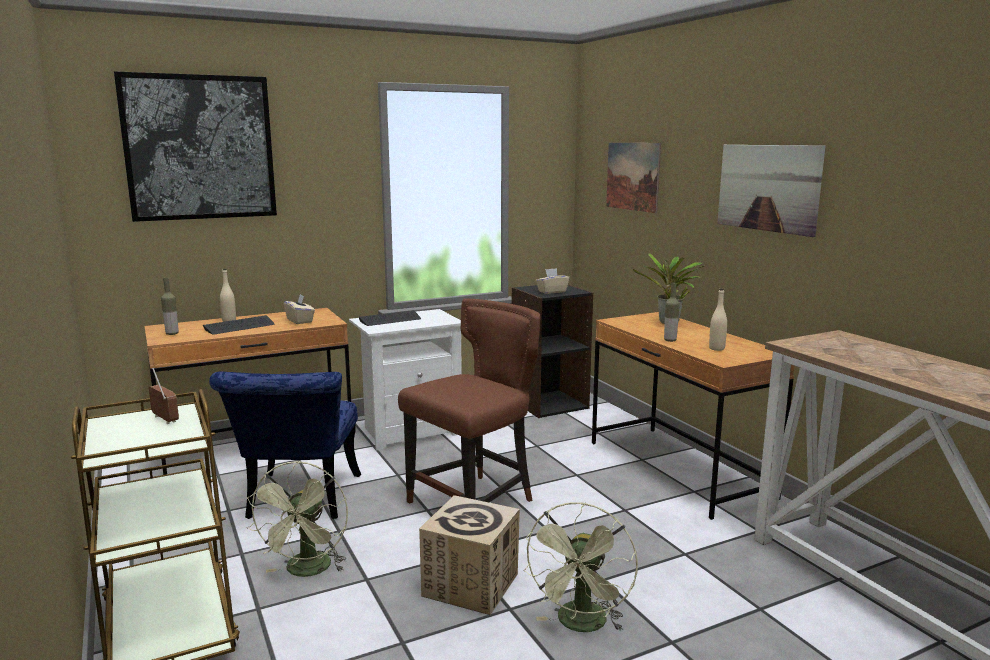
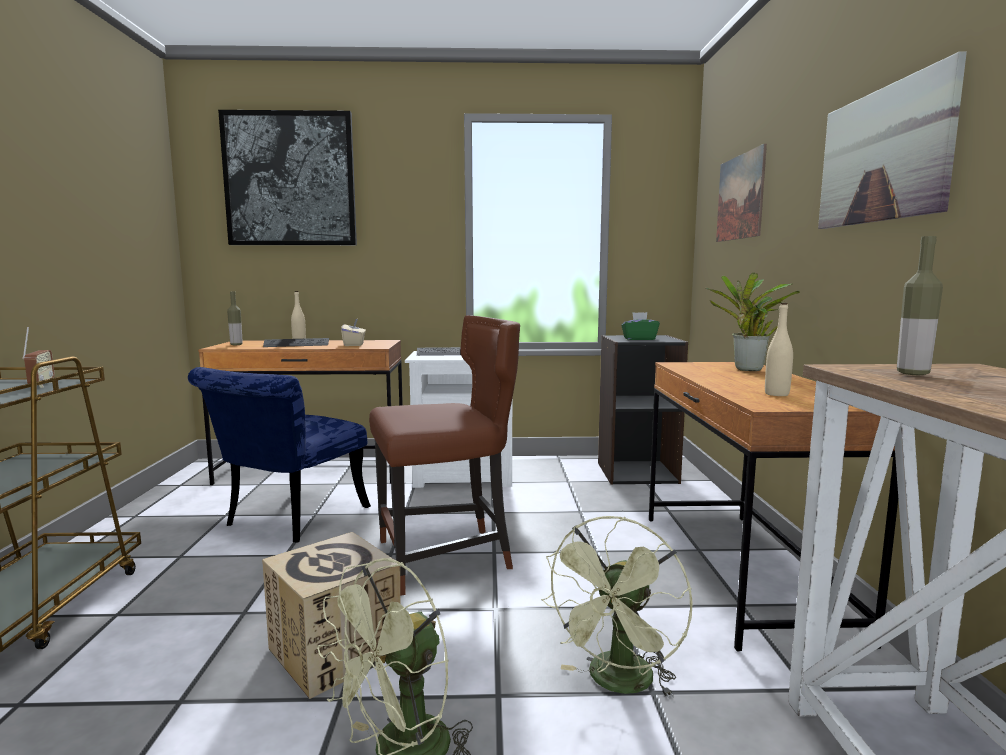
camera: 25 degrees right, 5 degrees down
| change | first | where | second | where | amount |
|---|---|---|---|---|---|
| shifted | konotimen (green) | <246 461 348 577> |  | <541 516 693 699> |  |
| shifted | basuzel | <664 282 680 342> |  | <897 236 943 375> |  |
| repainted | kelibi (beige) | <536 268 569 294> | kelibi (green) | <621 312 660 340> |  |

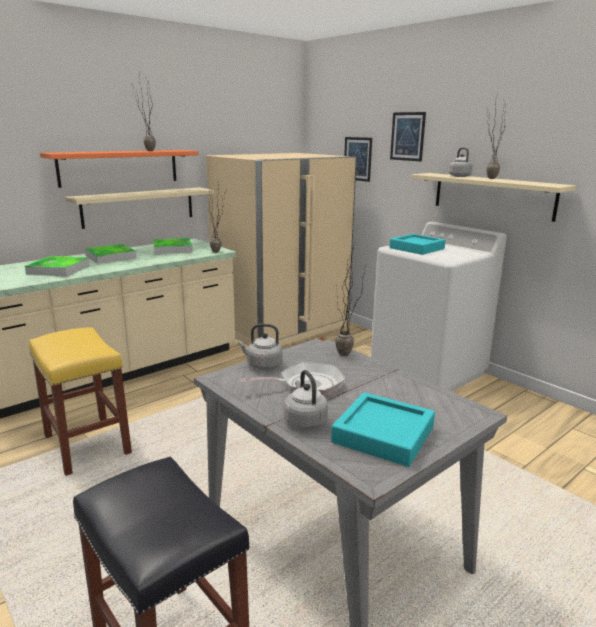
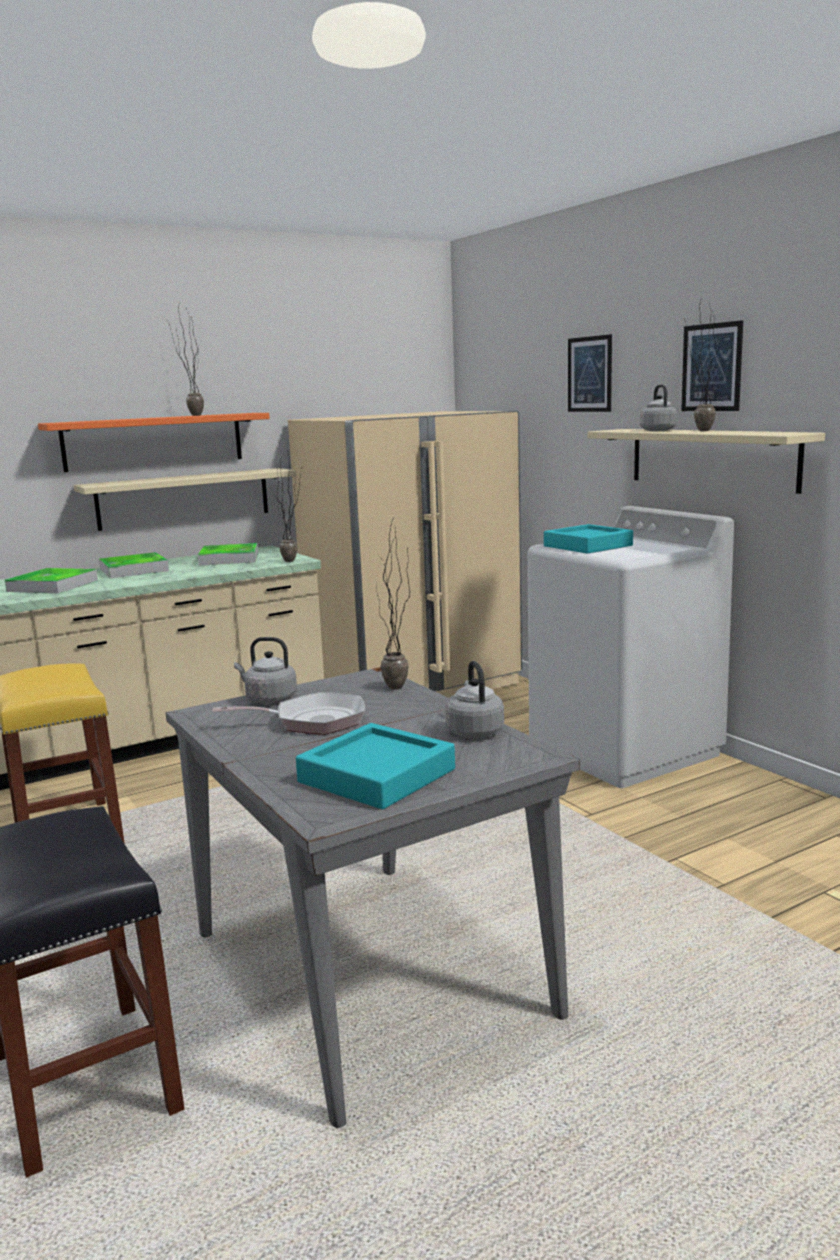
camera: 10 degrees right, 5 degrees down
| change | first | where | second | where | amount |
|---|---|---|---|---|---|
| shifted | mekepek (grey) | <284 370 328 430> |  | <445 661 504 738> |  |
| shifted | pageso | <344 137 372 182> |  | <681 320 743 411> |  |

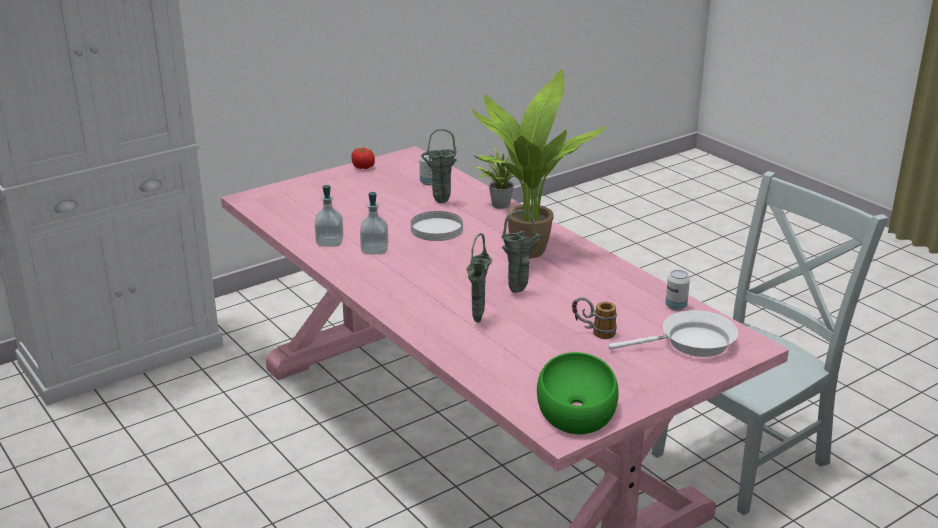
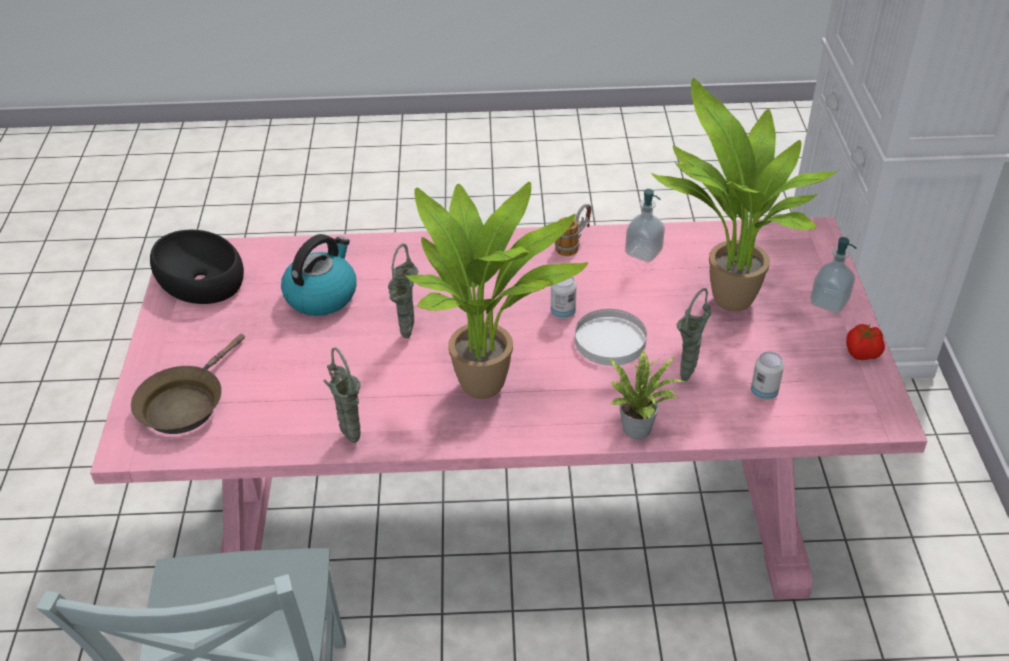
camera: 125 degrees right, 15 degrees up
| change | first | where | second | where | amount |
|---|---|---|---|---|---|
| new |  |  | mekepek | <281 234 357 316> |  |
| new |  |  | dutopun | <651 78 838 311> |  |
| shifted | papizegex | <360 192 388 254> |  | <811 237 857 313> |  |
| shifted | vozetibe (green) | <467 233 492 323> |  | <324 347 361 443> |  |
| shifted | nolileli | <572 297 617 339> |  | <555 204 592 256> |  |
| shifted | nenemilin | <665 270 690 311> |  | <551 277 577 319> |  |
| repainted | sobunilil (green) | <537 352 619 434> | sobunilil (black) | <150 230 244 304> |  |
| repainted | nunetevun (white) | <608 310 738 357> | nunetevun (brown) | <131 334 245 434> |  |

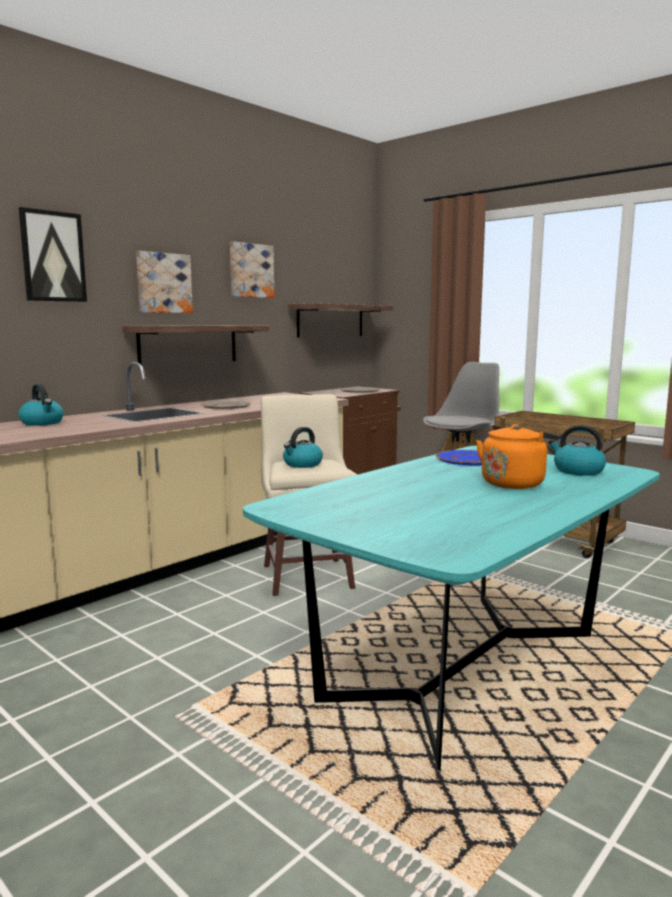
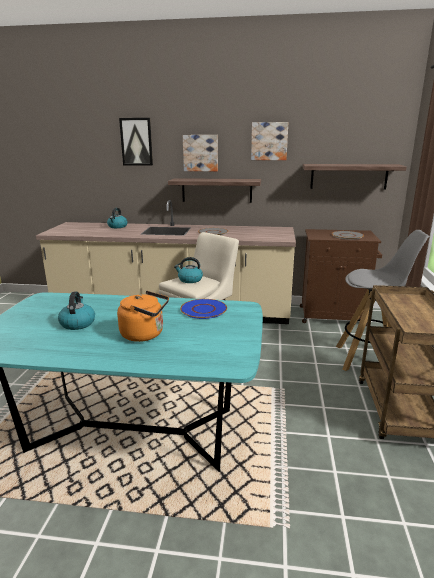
camera: 55 degrees right, 10 degrees up
| change | first | where | second | where | amount |
|---|---|---|---|---|---|
| shifted | mekepek | <548 425 606 476> |  | <58 292 95 330> |  |

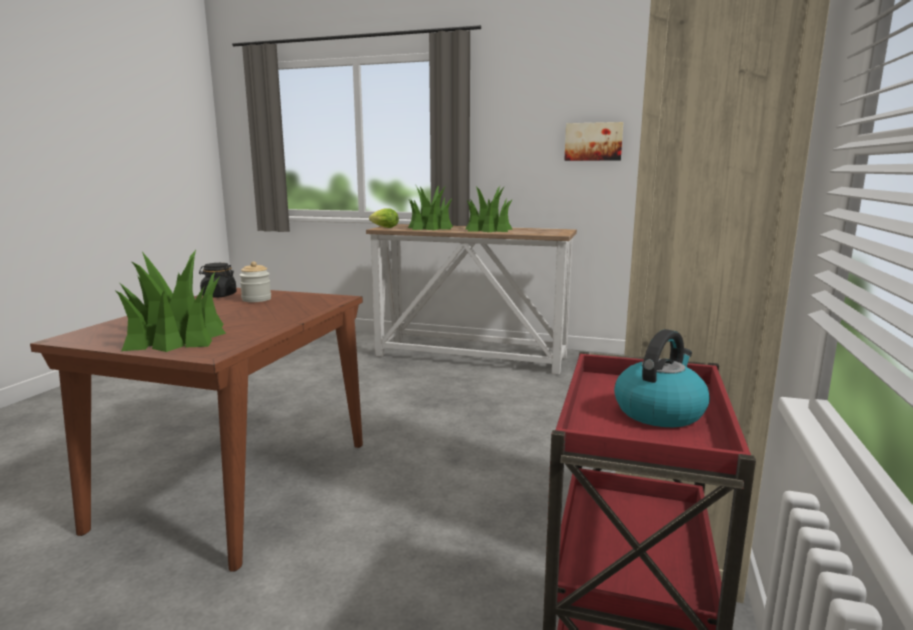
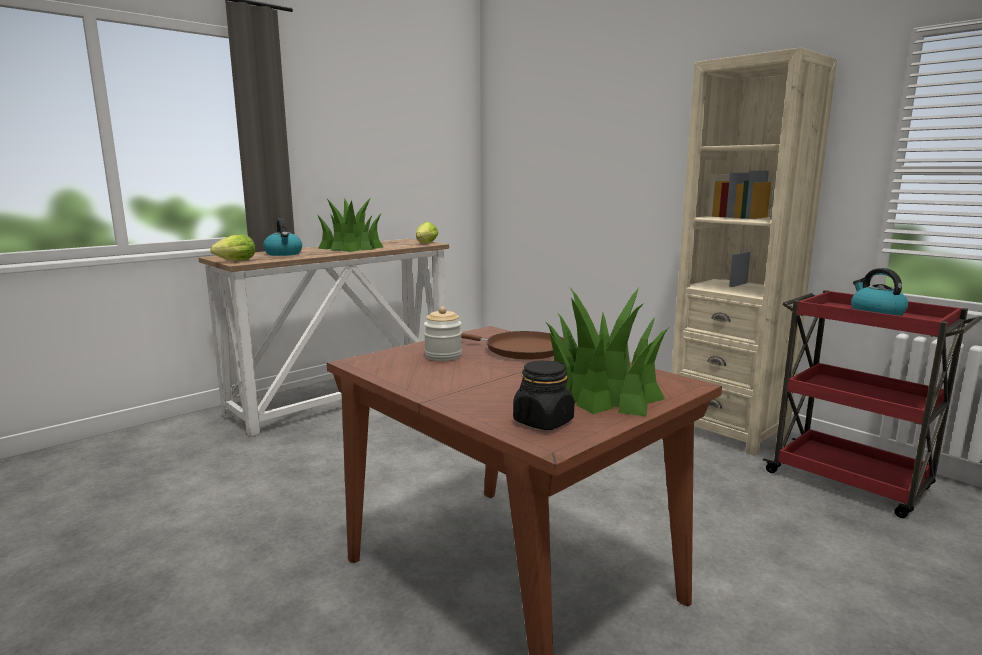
camera: 60 degrees left, 0 degrees up
| change | first | where | second | where | amount |
|---|---|---|---|---|---|
| gone | pageso | <564 122 623 161> |  |  |  |
| new |  |  | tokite | <416 222 438 243> |  |
| new |  |  | nunetevun (brown) | <461 331 564 360> |  |
| shifted | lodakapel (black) | <199 263 237 298> |  | <513 361 574 430> |  |
| swapped | dutopun | <408 185 453 230> | mekepek | <263 218 302 256> |  |

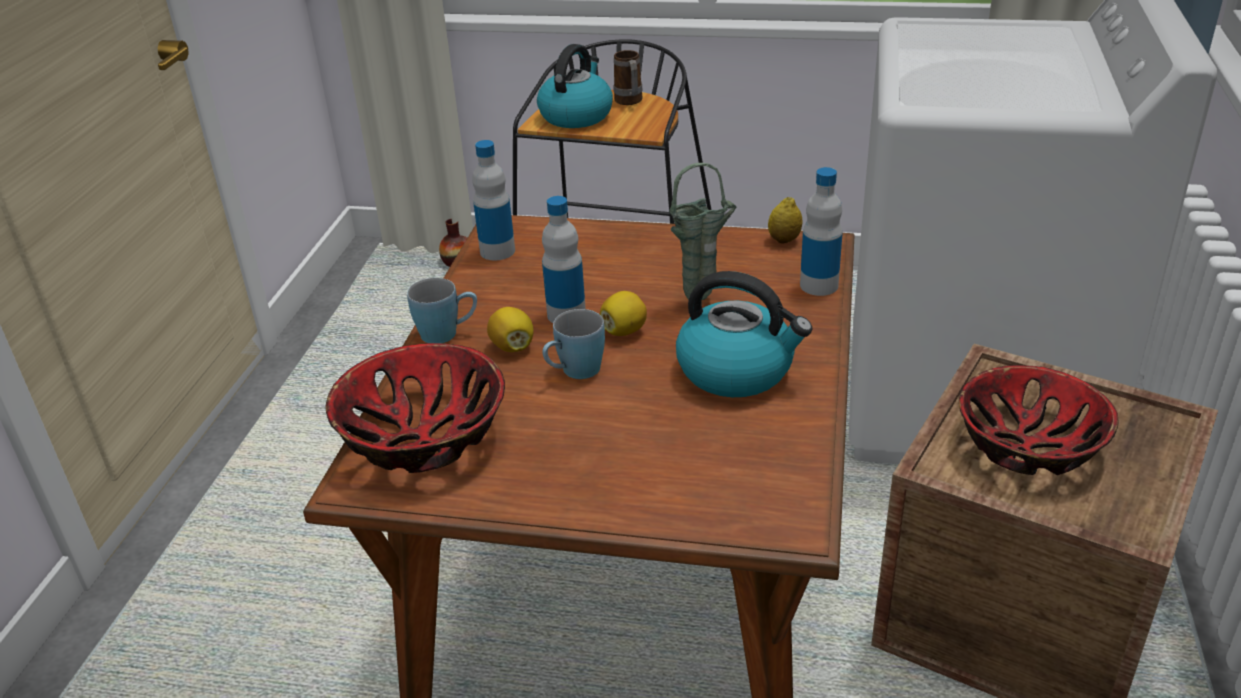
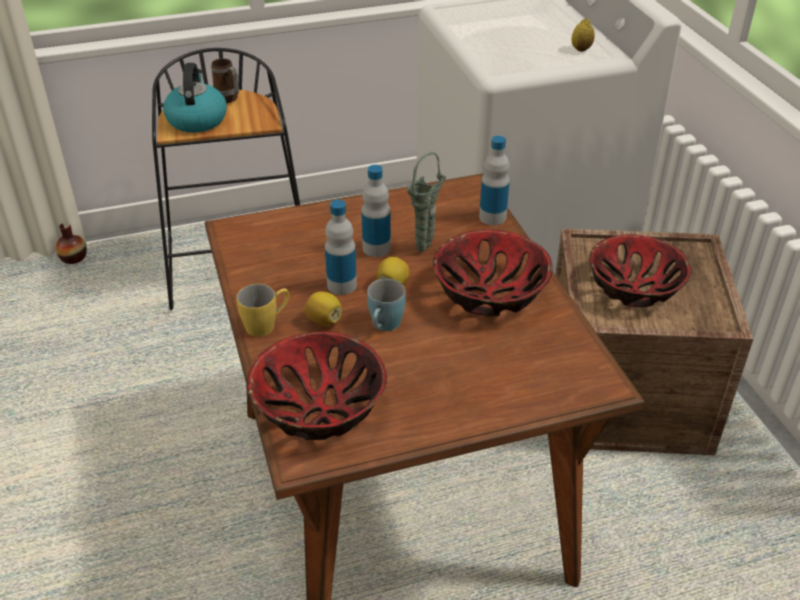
camera: 30 degrees left, 5 degrees up
| change | first | where | second | where | amount |
|---|---|---|---|---|---|
| shifted | basuzel | <472 140 515 260> |  | <361 165 391 257> |  |
| shifted | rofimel | <768 197 802 244> |  | <572 18 595 52> |  |
| swapped | mekepek | <676 271 812 397> | sobunilil | <433 229 553 316> |  |
| repainted | nolileli (blue) | <407 278 477 343> | nolileli (yellow) | <236 284 289 337> |  |

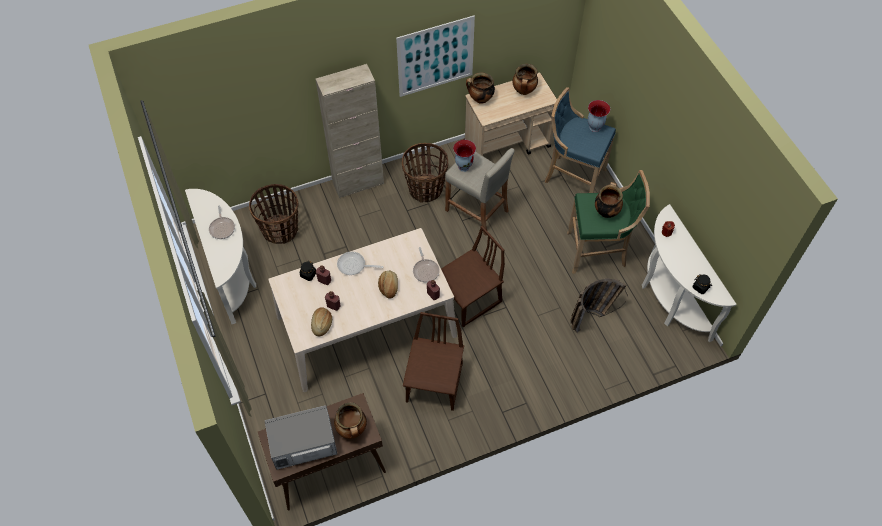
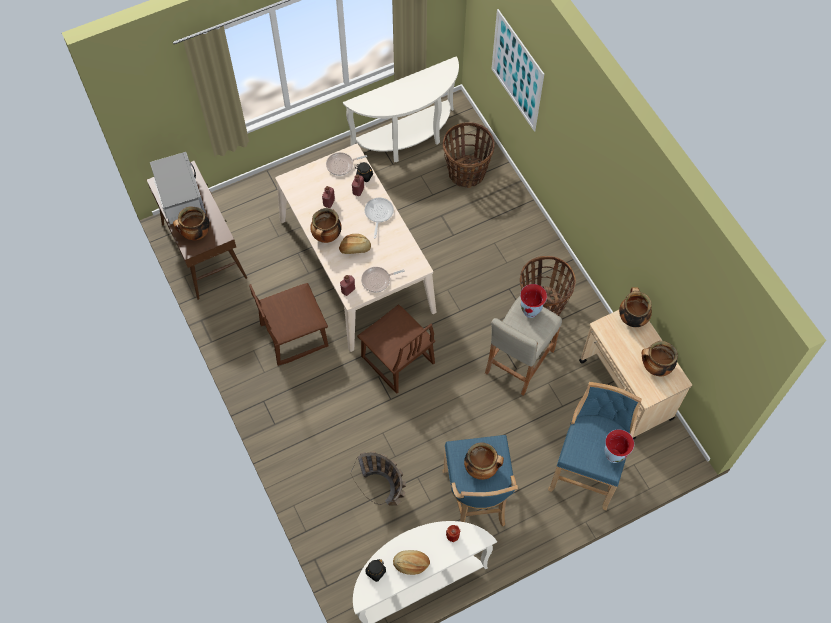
camera: 85 degrees right, 5 degrees up
| change | first | where | second | where | amount |
|---|---|---|---|---|---|
| gone | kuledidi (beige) | <315 64 384 198> |  |  |  |
| new |  |  | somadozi | <310 208 342 243> |  |
| shifted | nunetevun | <209 206 235 239> |  | <326 152 367 176> |  |
| shifted | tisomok | <311 307 332 336> |  | <393 550 430 575> |  |
| shifted | pageso | <396 16 475 97> |  | <492 9 544 132> |  |
| repainted | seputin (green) | <567 170 650 274> | seputin (blue) | <443 435 518 526> |  |
| rotated | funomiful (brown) | <403 312 464 411> |  | <249 283 329 366> | 150 degrees clockwise |

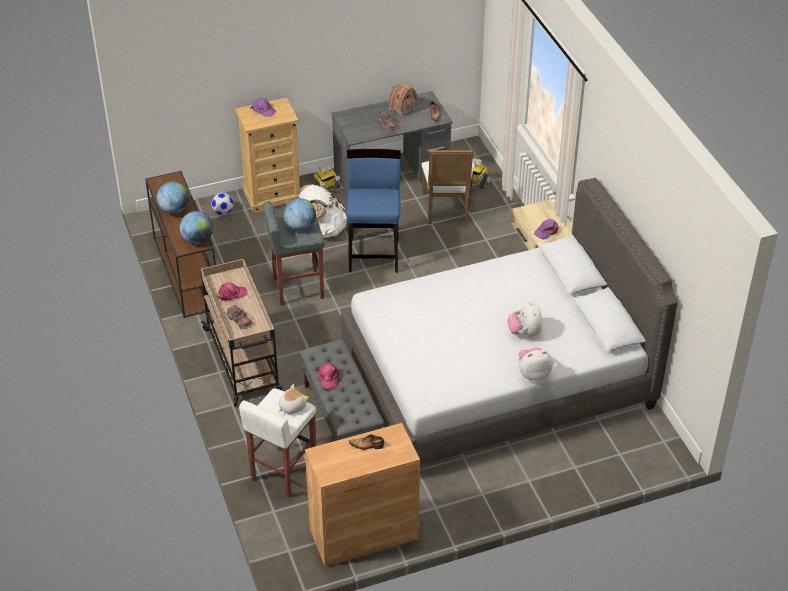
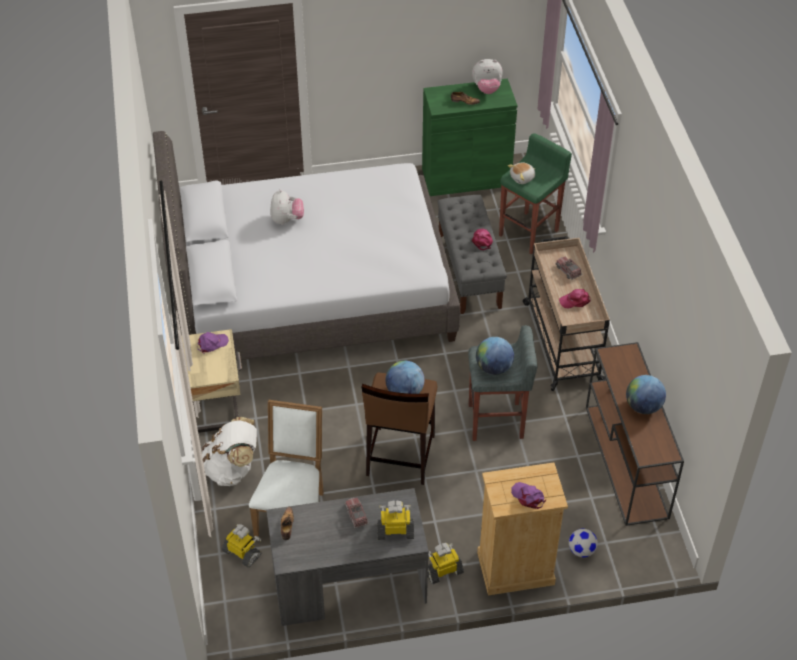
camera: 170 degrees left, 5 degrees up
| change | first | where | second | where | amount |
|---|---|---|---|---|---|
| gone | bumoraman | <388 83 418 117> |  |  |  |
| new |  |  | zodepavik | <377 500 414 540> |  |
| shifted | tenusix | <180 211 213 244> |  | <386 361 424 394> |  |
| shifted | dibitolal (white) | <299 184 347 238> |  | <202 417 257 486> |  |
| shifted | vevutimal | <518 347 553 381> |  | <472 59 502 94> |  |
| repainted | seputin (white) | <239 388 317 498> | seputin (green) | <499 133 572 254> |  |
| repainted | kuledidi (brown) | <305 423 420 567> | kuledidi (green) | <422 78 518 196> |  |
| repainted | seputin (blue) | <346 149 401 273> | seputin (brown) | <362 372 437 485> |  |

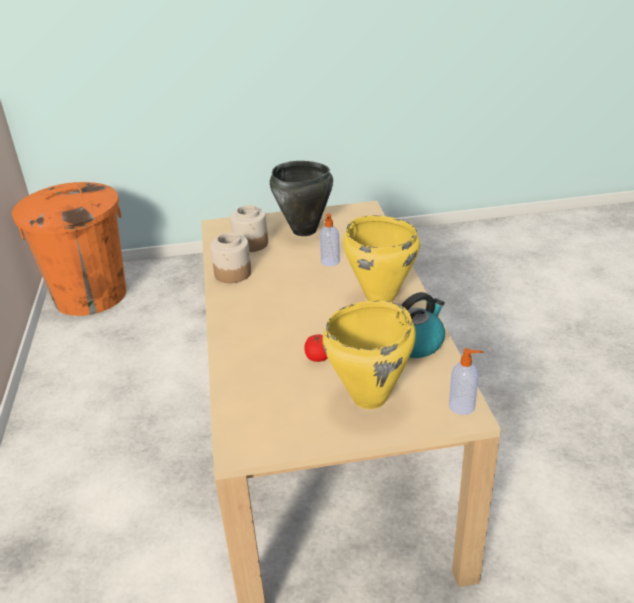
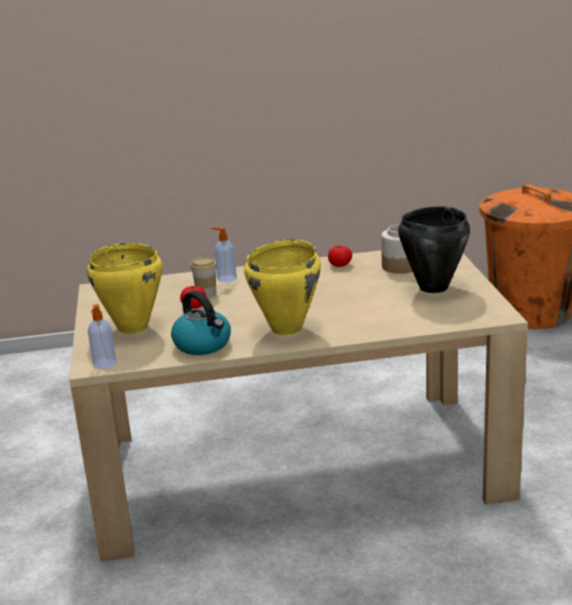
camera: 90 degrees right, 10 degrees down
| change | first | where | second | where | amount |
|---|---|---|---|---|---|
| new |  |  | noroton | <190 257 217 297> |  |
| shifted | papizegex | <320 214 340 266> |  | <211 227 237 282> |  |
| swapped | lodakapel | <210 232 251 283> | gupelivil | <328 245 352 267> |  |

